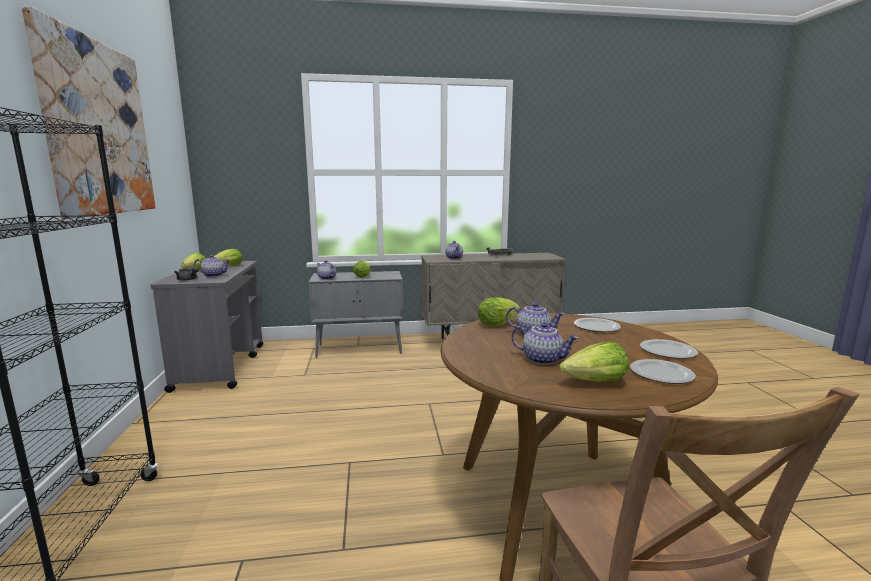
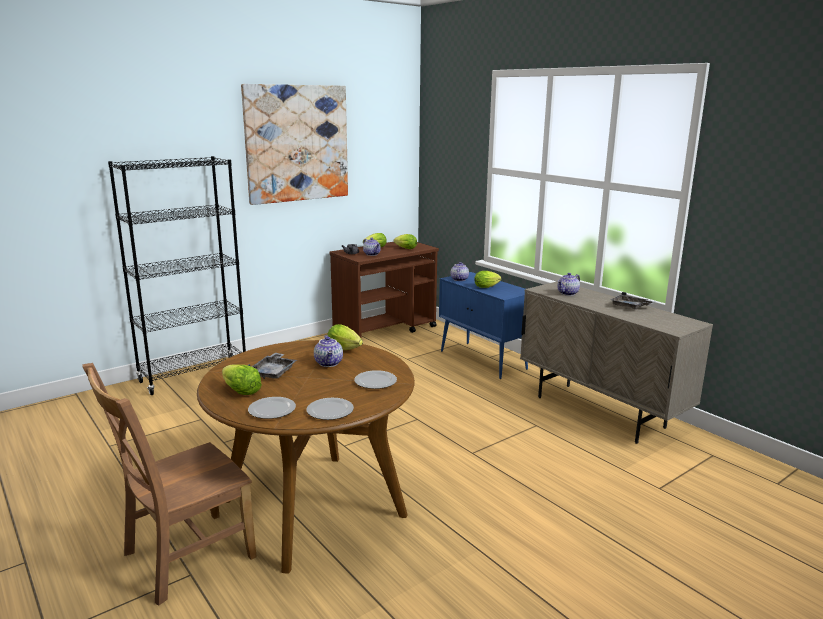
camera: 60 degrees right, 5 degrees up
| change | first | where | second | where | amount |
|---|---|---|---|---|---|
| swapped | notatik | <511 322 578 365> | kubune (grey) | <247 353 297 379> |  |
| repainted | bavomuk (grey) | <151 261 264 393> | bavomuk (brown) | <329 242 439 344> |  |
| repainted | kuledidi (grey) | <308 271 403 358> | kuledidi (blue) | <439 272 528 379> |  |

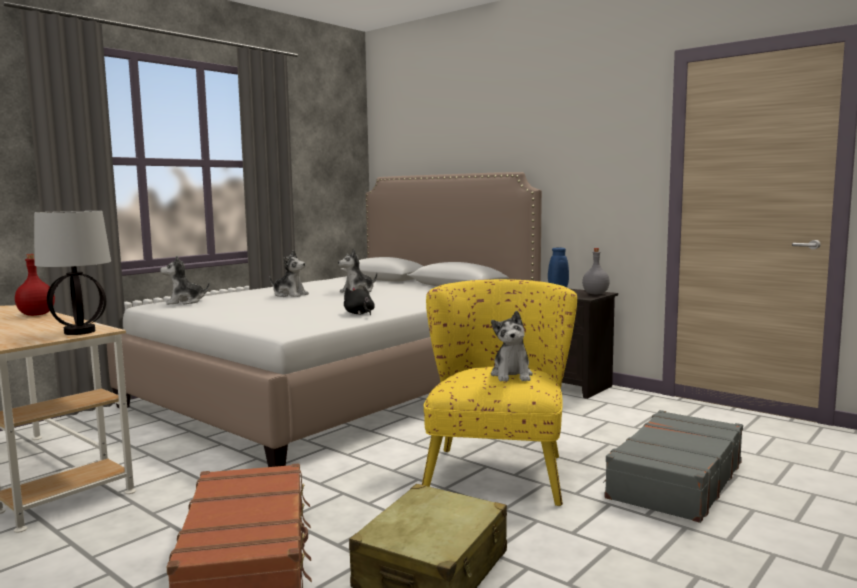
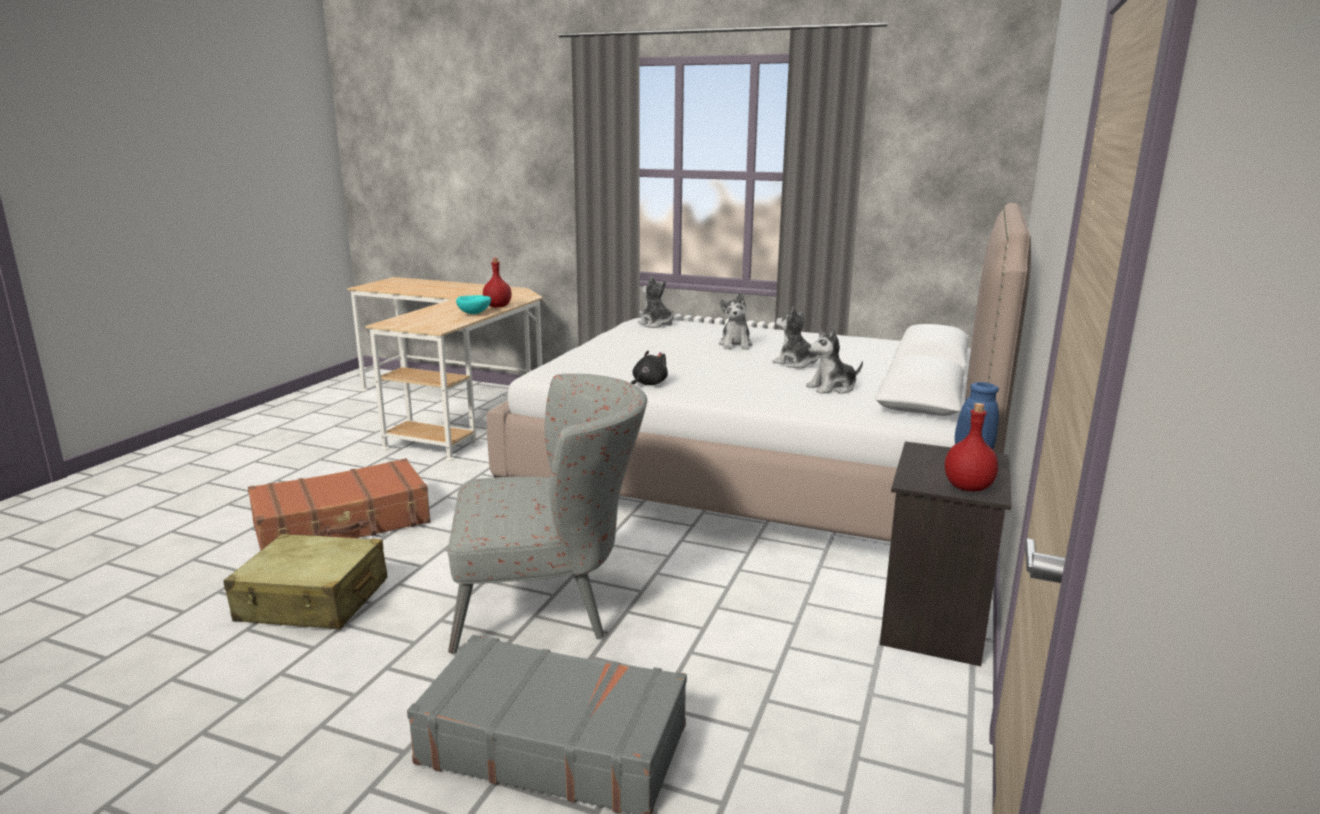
camera: 70 degrees right, 10 degrees up
| change | first | where | second | where | amount |
|---|---|---|---|---|---|
| gone | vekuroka | <34 211 111 335> |  |  |  |
| new |  |  | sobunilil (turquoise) | <456 295 491 314> |  |
| shifted | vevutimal | <491 311 533 382> |  | <806 327 863 394> |  |
| repainted | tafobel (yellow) | <422 279 577 506> | tafobel (grey) | <447 374 648 654> |  |
| repainted | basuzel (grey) | <582 248 610 294> | basuzel (red) | <945 403 998 491> |  |

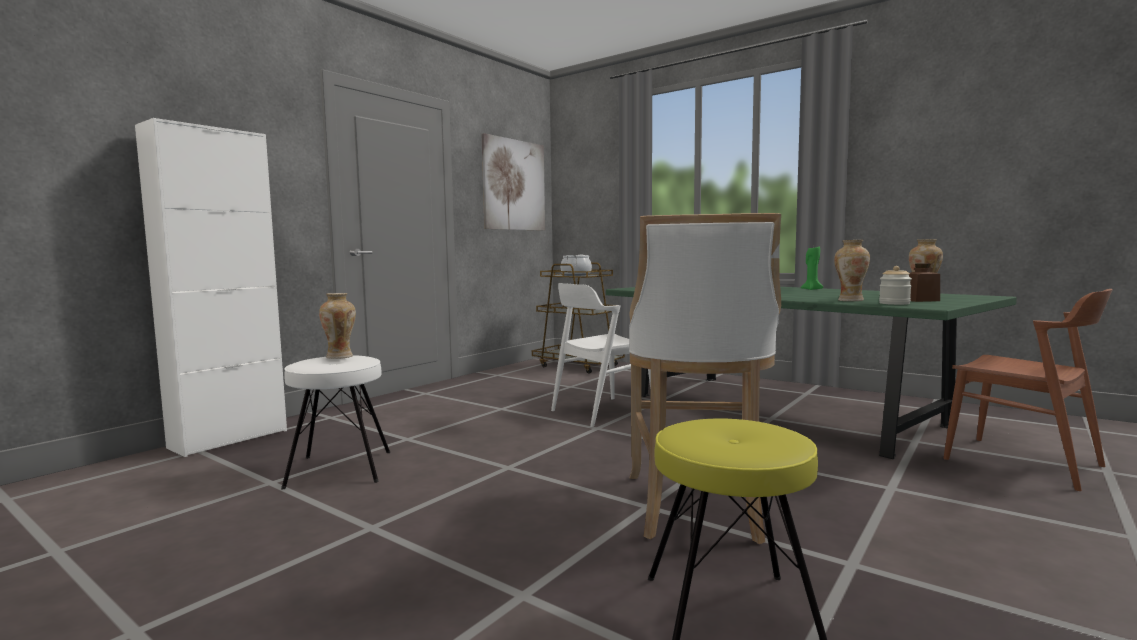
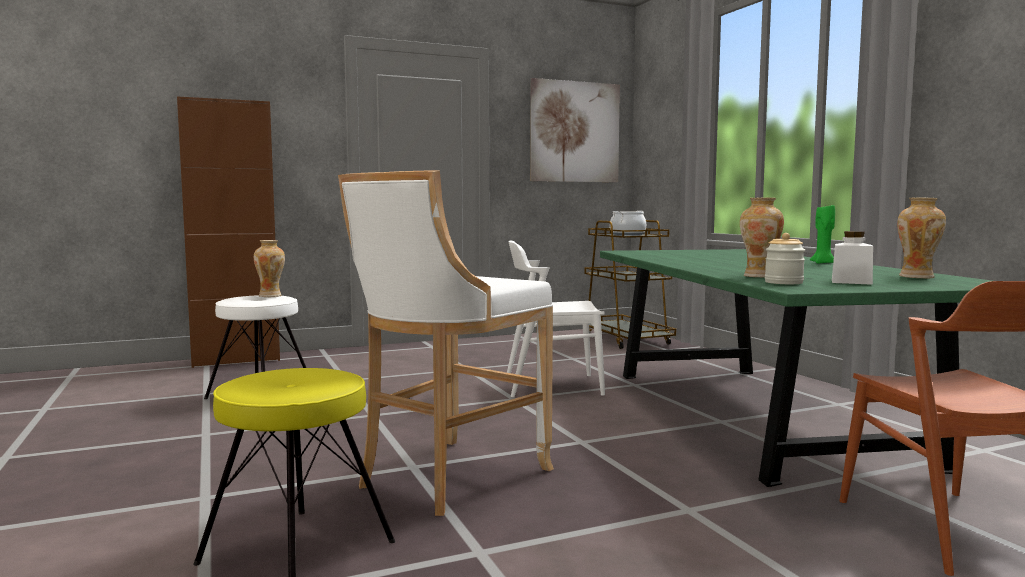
camera: 30 degrees right, 0 degrees up
| change | first | where | second | where | amount |
|---|---|---|---|---|---|
| repainted | kuledidi (white) | <135 118 287 457> | kuledidi (brown) | <177 96 280 368> |  |
| repainted | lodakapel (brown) | <909 264 940 302> | lodakapel (white) | <832 231 873 285> |  |

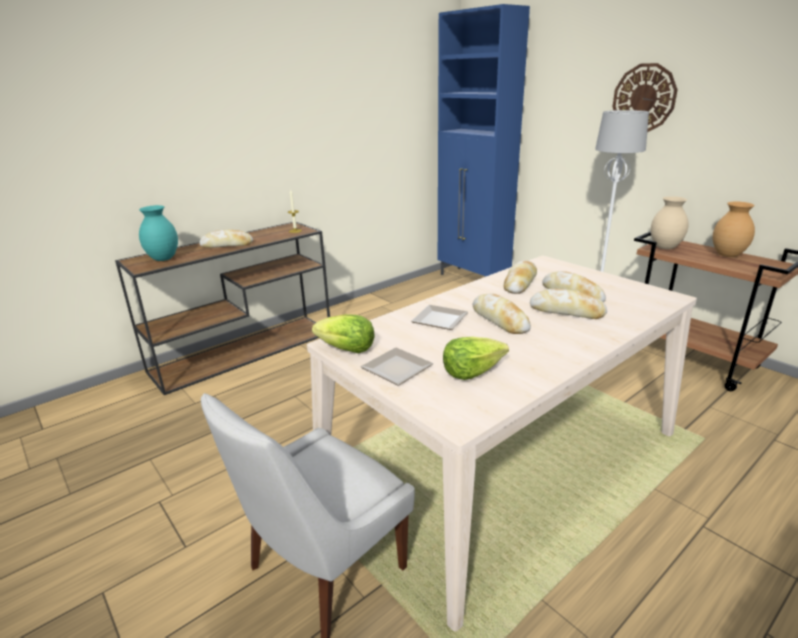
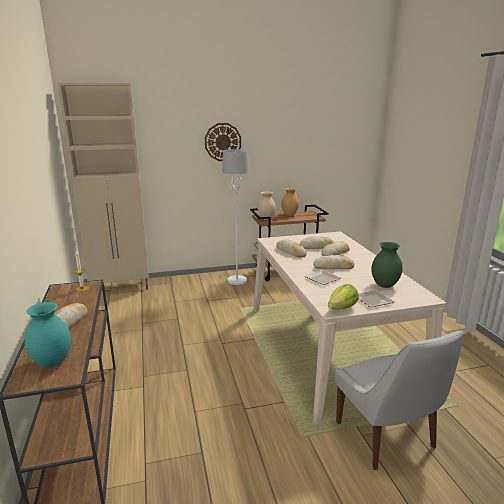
camera: 65 degrees left, 5 degrees down
| change | first | where | second | where | amount |
|---|---|---|---|---|---|
| swapped | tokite | <443 337 509 380> | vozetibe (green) | <371 242 403 288> |  |
| repainted | kuledidi (blue) | <438 4 530 276> | kuledidi (beige) | <58 83 149 290> |  |

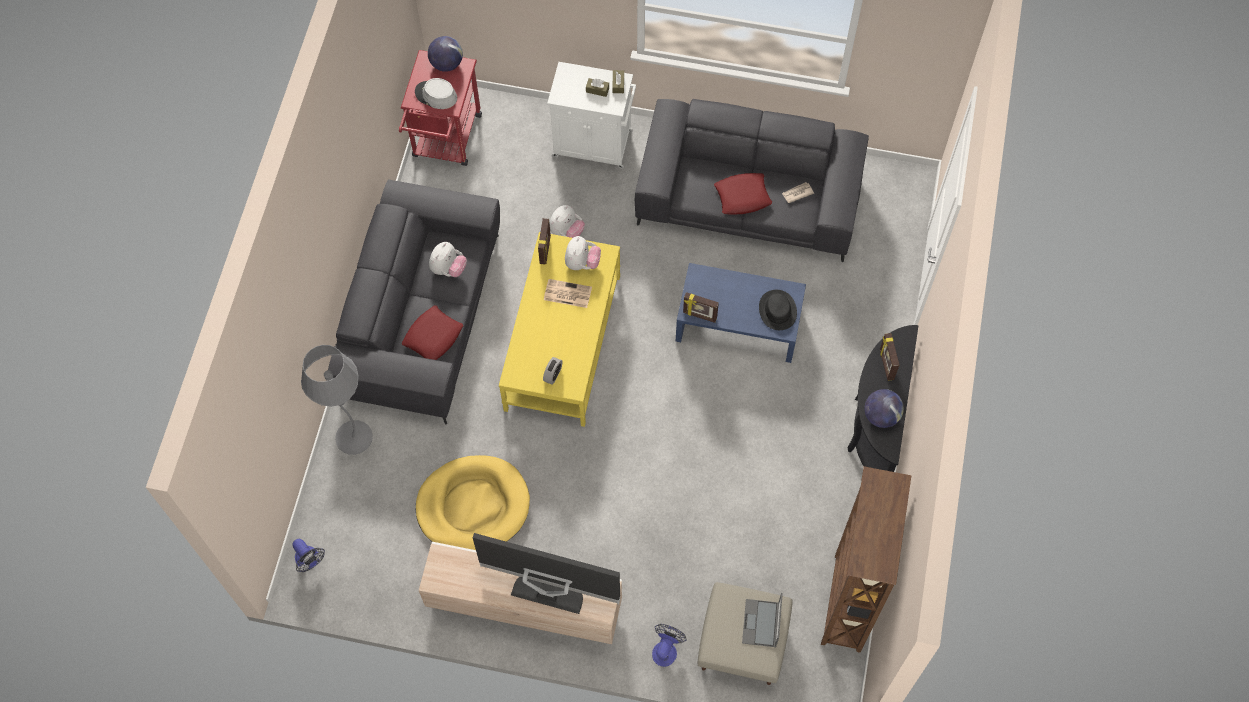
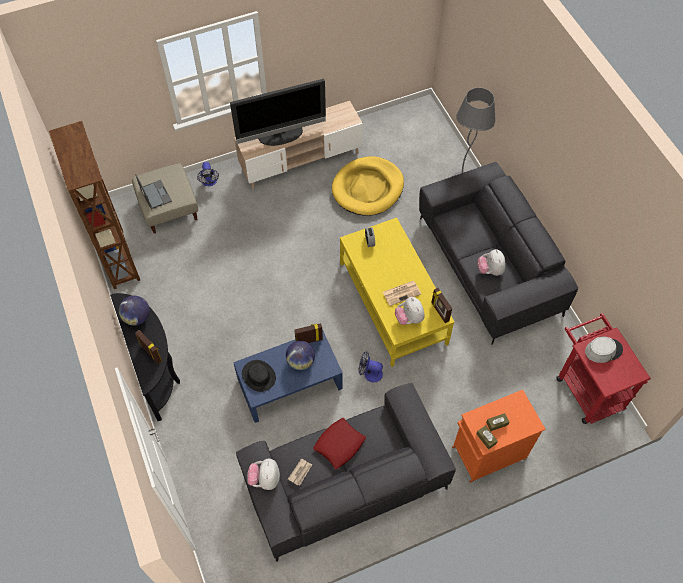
camera: 145 degrees right, 5 degrees down
| change | first | where | second | where | amount |
|---|---|---|---|---|---|
| gone | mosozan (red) | <402 305 463 360> |  |  |  |
| shifted | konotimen | <292 539 325 572> |  | <359 351 383 382> |  |
| shifted | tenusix | <428 36 463 72> |  | <286 341 315 370> |  |
| shifted | vevutimal | <549 205 585 238> |  | <247 459 280 490> |  |
| repainted | kuledidi (white) | <547 62 636 169> | kuledidi (orange) | <452 390 545 483> |  |

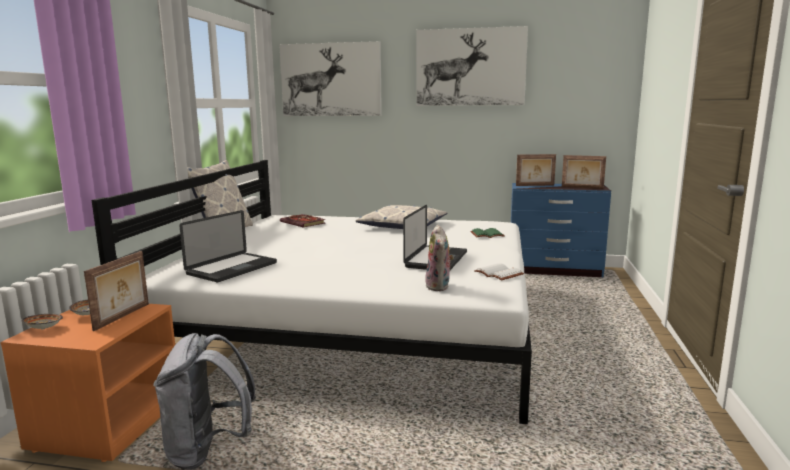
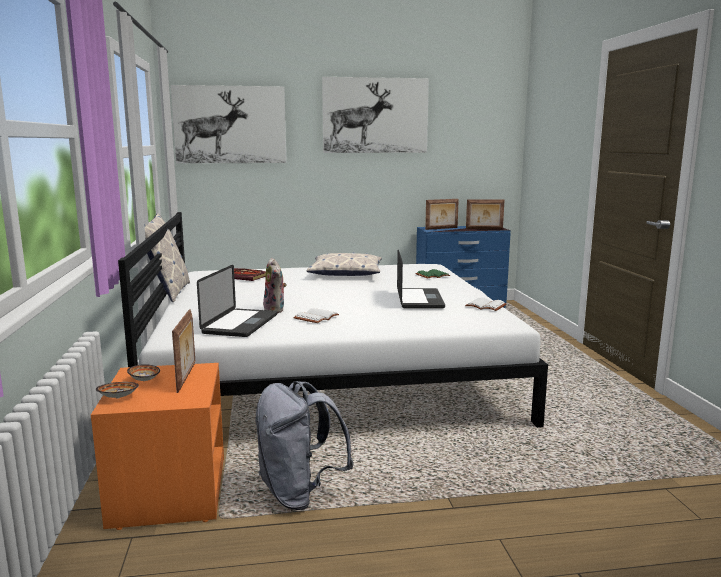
camera: 20 degrees left, 0 degrees up
| change | first | where | second | where | amount |
|---|---|---|---|---|---|
| new |  |  | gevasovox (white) | <293 308 339 323> |  |
| shifted | vevutimal | <424 224 454 291> |  | <263 258 287 313> |  |

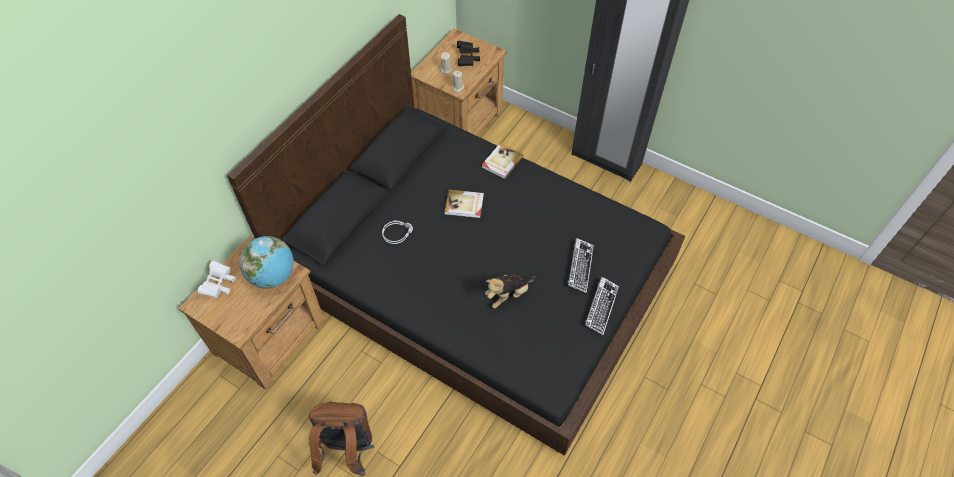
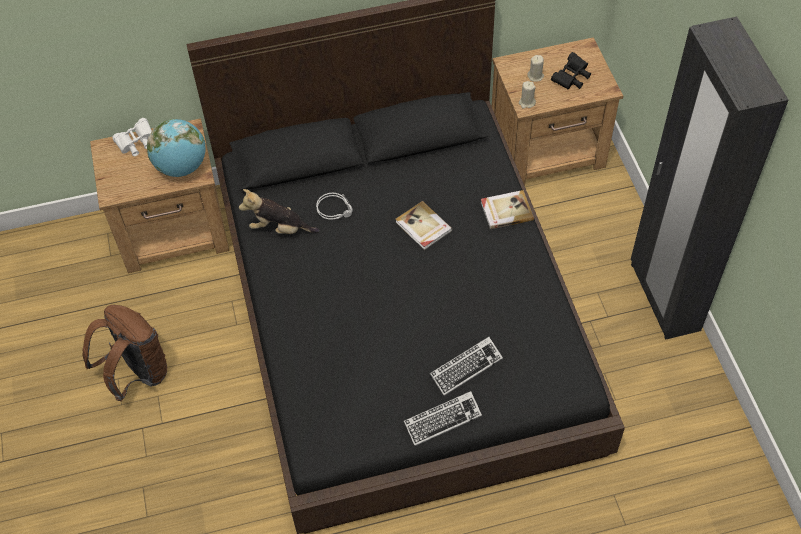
camera: 45 degrees right, 0 degrees up
| change | first | where | second | where | amount |
|---|---|---|---|---|---|
| shifted | vevutimal | <485 274 535 308> |  | <239 189 319 234> |  |

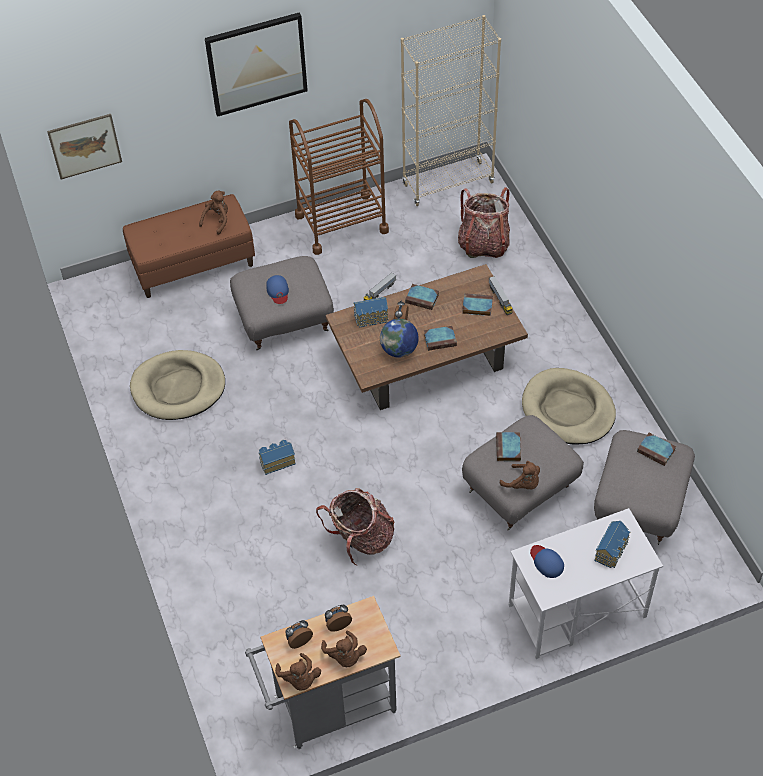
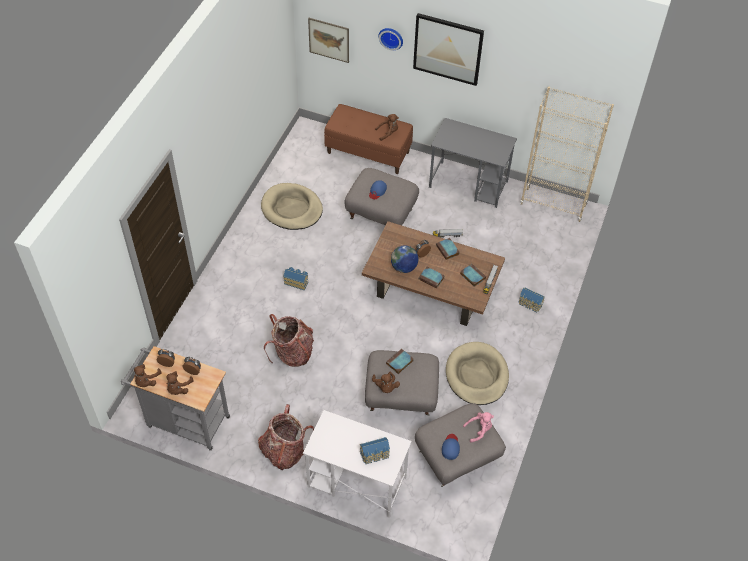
camera: 40 degrees right, 0 degrees up
| change | first | where | second | where | amount |
|---|---|---|---|---|---|
| new |  |  | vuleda | <378 28 403 50> |  |
| shifted | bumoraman | <354 297 388 328> |  | <519 287 545 312> |  |
| shifted | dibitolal | <458 187 510 258> |  | <258 404 314 470> |  |
| shifted | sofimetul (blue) | <530 545 564 578> |  | <442 434 460 460> |  |
| swapped | bavomuk (brown) | <289 99 389 255> | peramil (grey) | <429 118 517 208> |  |
| swapped | gevasovox | <637 433 676 466> | vevutimal (pink) | <463 412 494 443> |  |

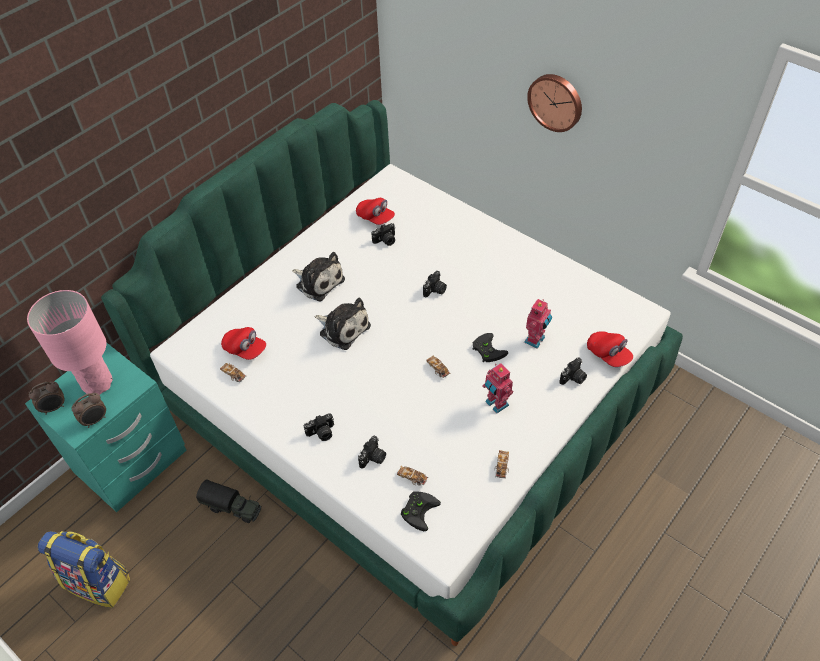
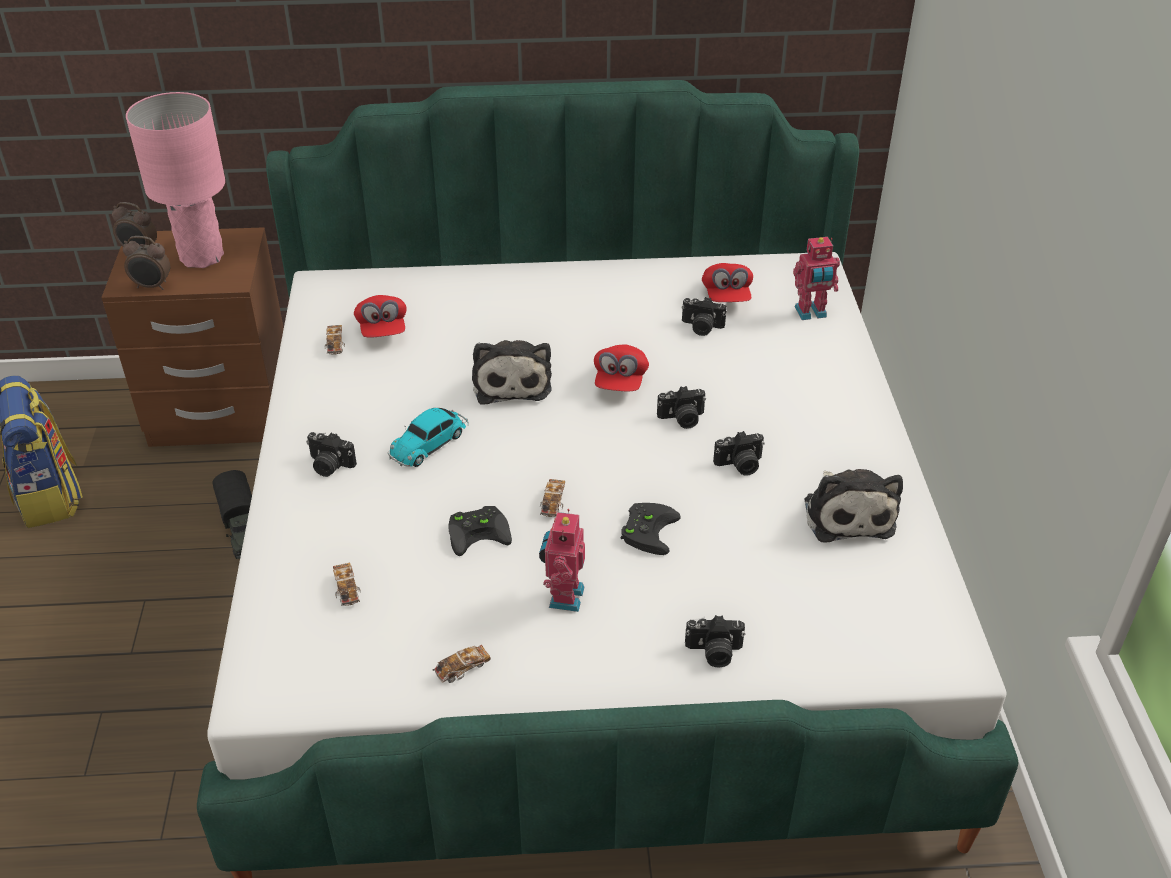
camera: 45 degrees right, 10 degrees down
| change | first | where | second | where | amount |
|---|---|---|---|---|---|
| gone | vuleda | <527 74 582 132> |  |  |  |
| new |  |  | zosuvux | <388 408 469 467> |  |
| shifted | vevutimal | <292 252 345 301> |  | <805 469 903 542> |  |
| shifted | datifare | <358 435 386 469> |  | <713 431 765 476> |  |
| shifted | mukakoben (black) | <401 491 441 531> |  | <448 506 512 556> |  |
| shifted | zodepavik | <524 299 552 349> |  | <793 237 840 320> |  |
| shifted | sofimetul (red) | <587 331 633 367> |  | <594 344 649 391> |  |
| repainted | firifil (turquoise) | <25 342 187 512> | firifil (brown) | <101 227 284 447> |  |

